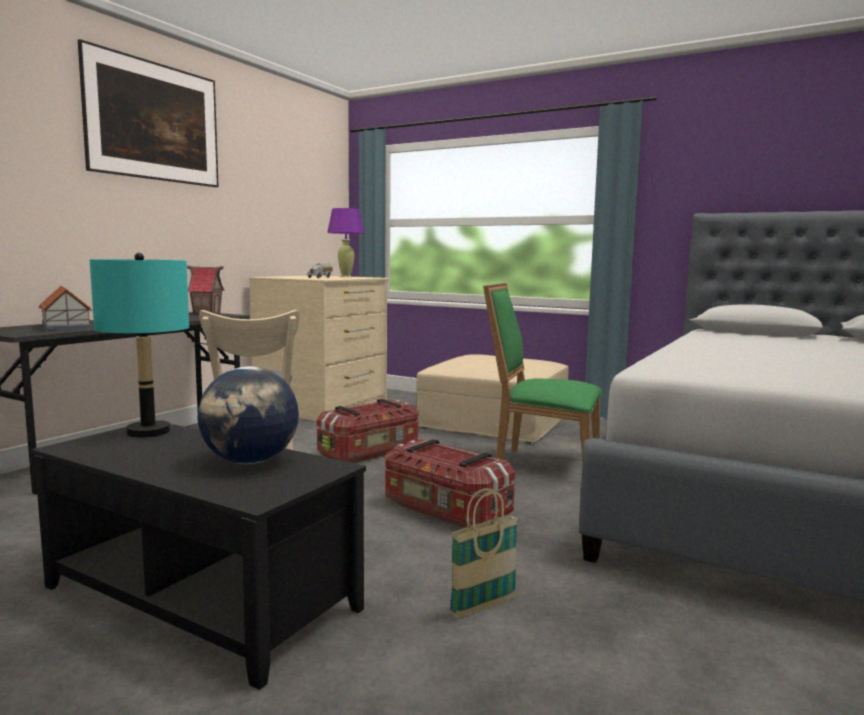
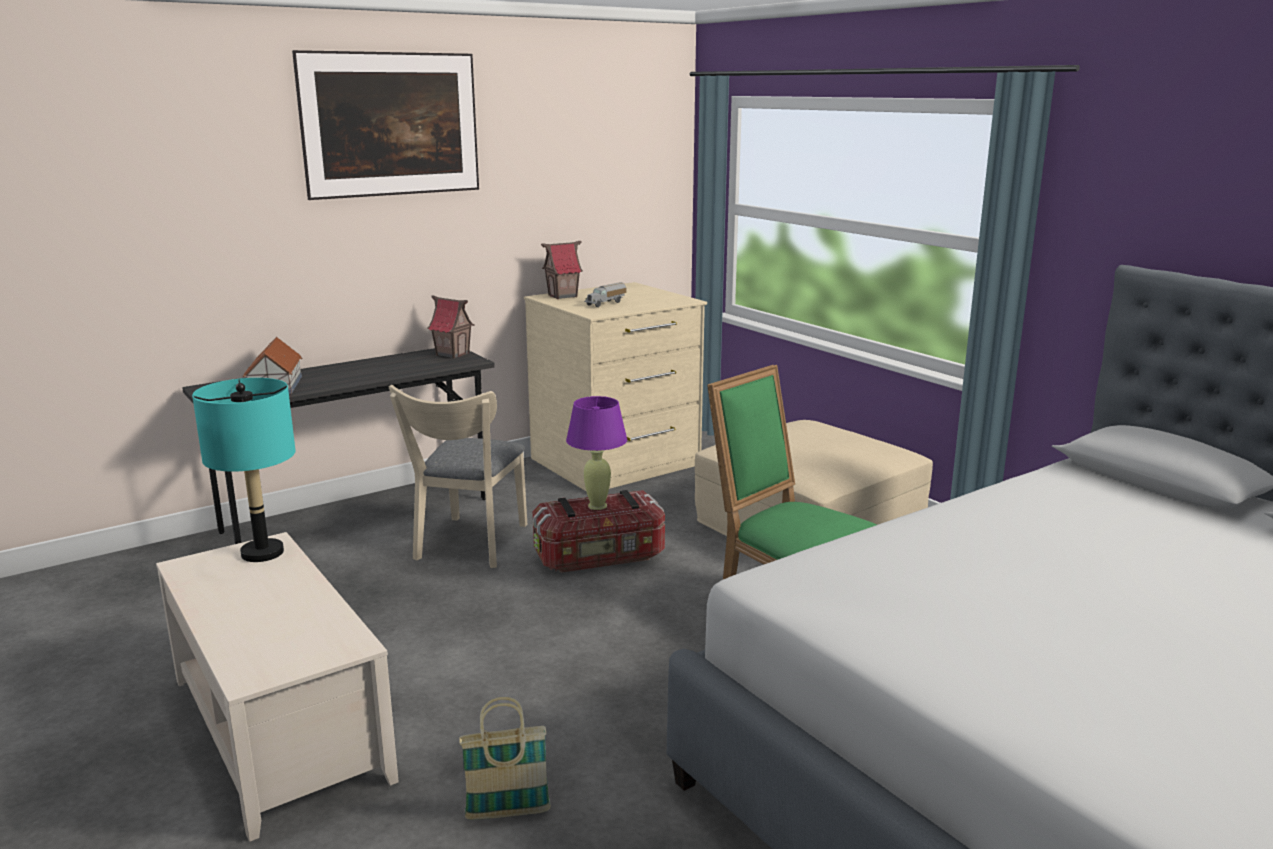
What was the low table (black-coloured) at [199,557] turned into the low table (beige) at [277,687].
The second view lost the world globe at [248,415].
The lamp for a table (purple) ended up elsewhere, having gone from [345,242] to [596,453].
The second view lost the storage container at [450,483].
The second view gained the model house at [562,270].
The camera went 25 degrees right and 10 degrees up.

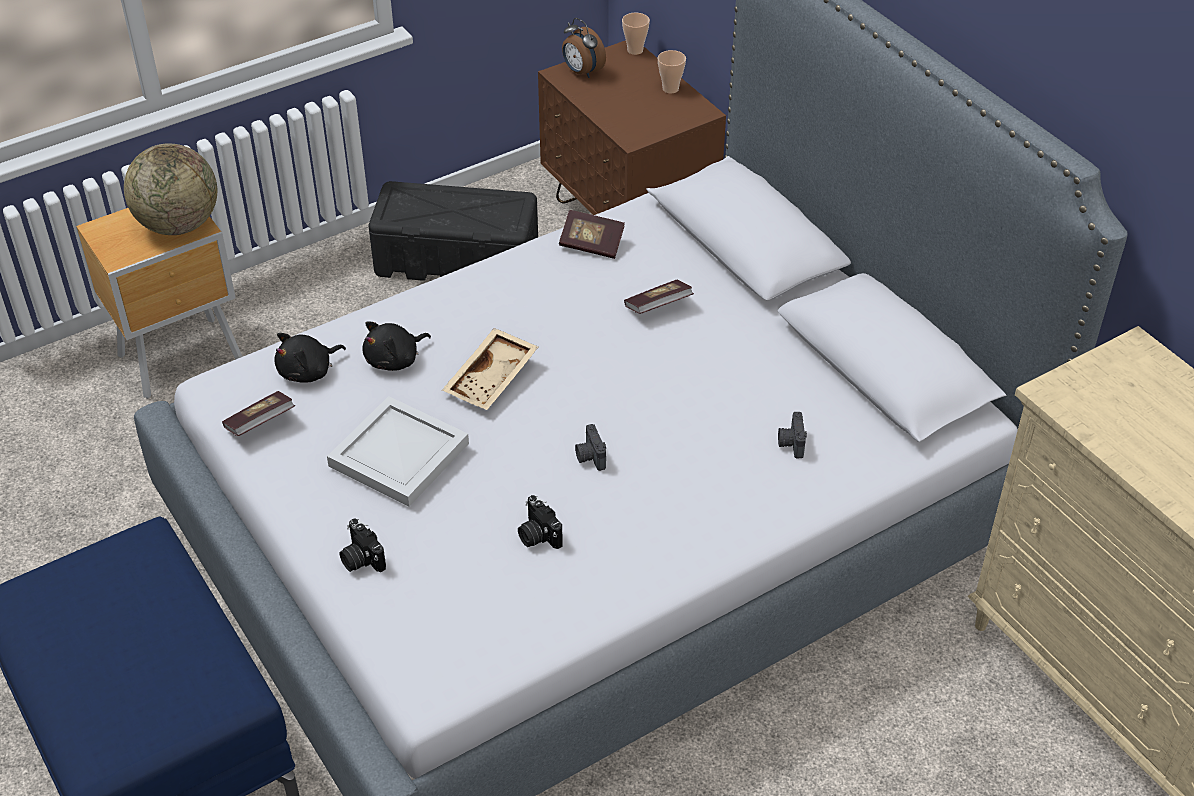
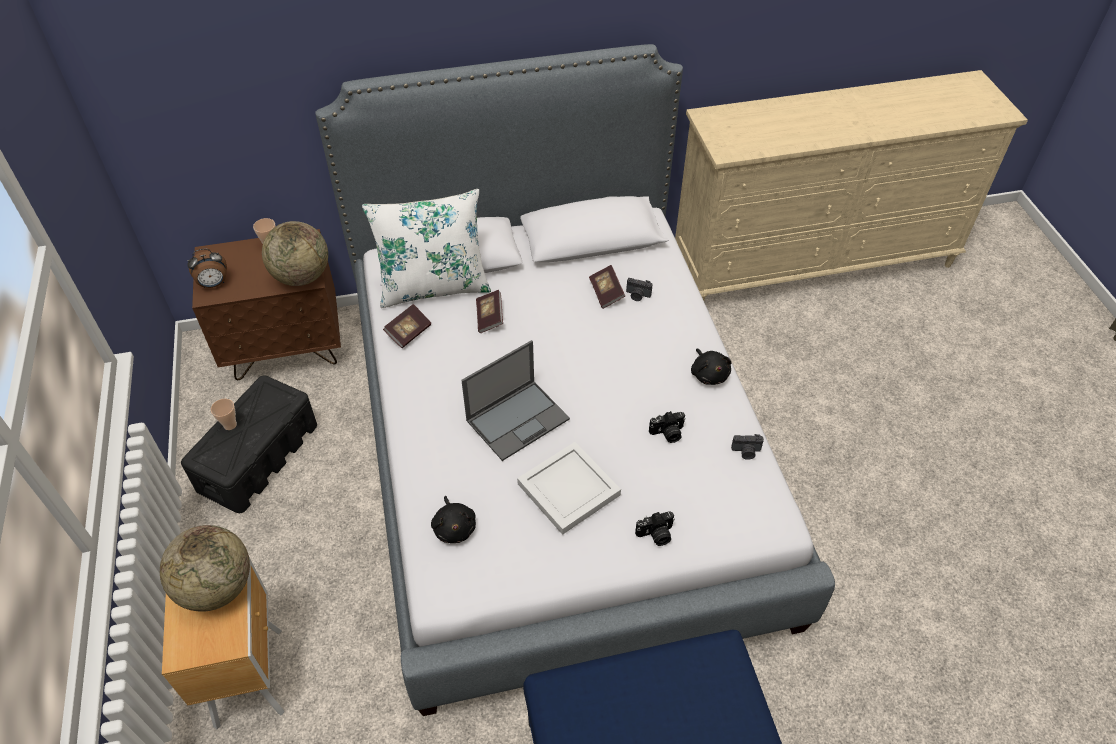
The volume ended up elsewhere, having gone from [258,413] to [607,287].
The cuddly toy (black-coloured) ended up elsewhere, having gone from [396,346] to [711,366].
Where the serving tray (beige) stood at [490,369], the laptop came to stand at [515,400].
The photo camera ended up elsewhere, having gone from [590,447] to [747,447].
The cup ended up elsewhere, having gone from [636,34] to [224,414].
The second view gained the world globe at [295,253].
The second view gained the pillow (white) at [426,248].
The camera went 70 degrees left and 5 degrees up.

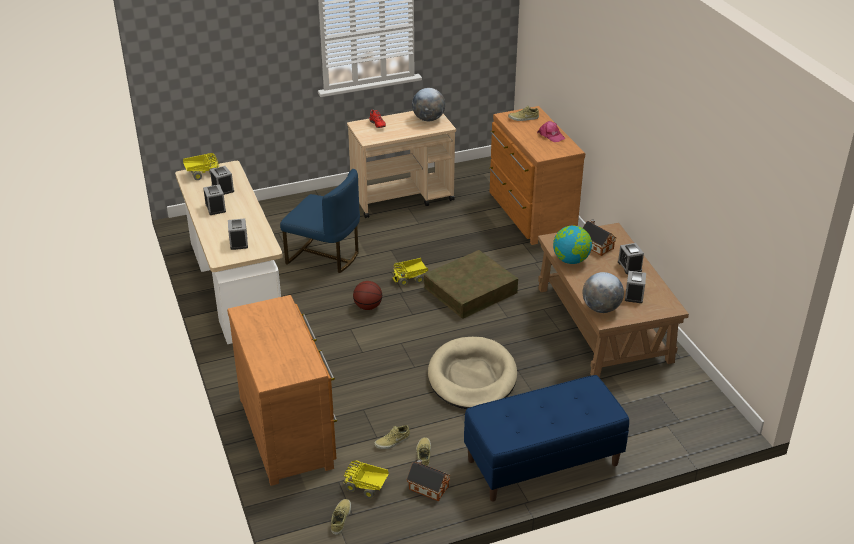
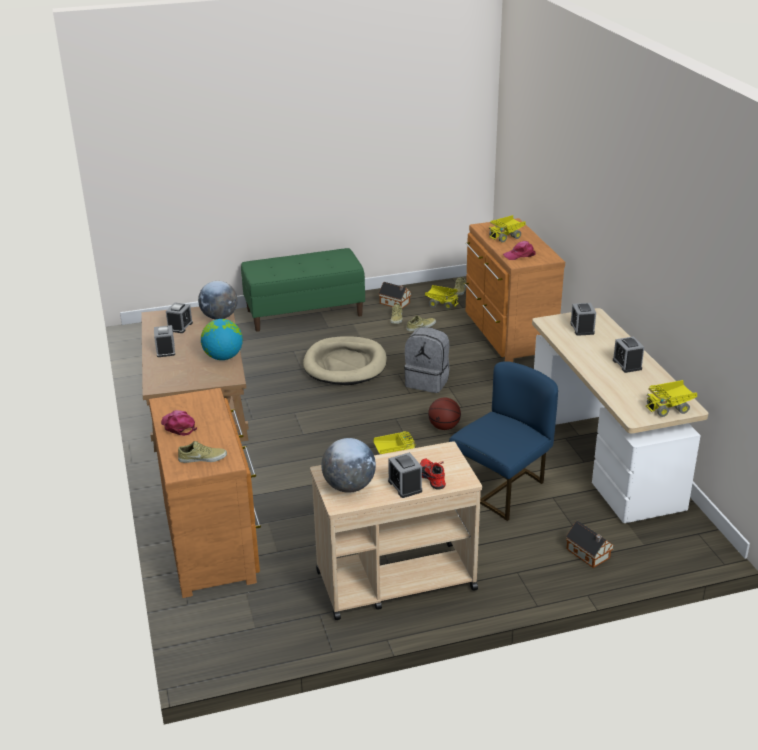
The alarm clock ended up elsewhere, having gone from [222,180] to [405,475].
The chair (blue) at [320,221] ended up facing another way, 105 degrees clockwise from before.
The second view lost the storage container (brown-coloured) at [471,284].
What was the bench (blue) at [546,438] turned into the bench (green-coloured) at [303,290].
The model house ended up elsewhere, having gone from [599,237] to [589,544].
The second view gained the backpack (gray) at [427,360].
The second view gained the toy lorry at [507,229].
The second view gained the cap (pink-coloured) at [519,250].
The camera went 175 degrees left and 5 degrees down.

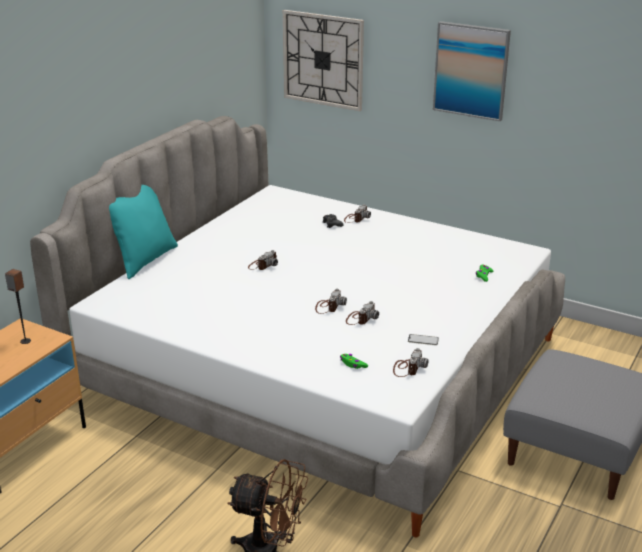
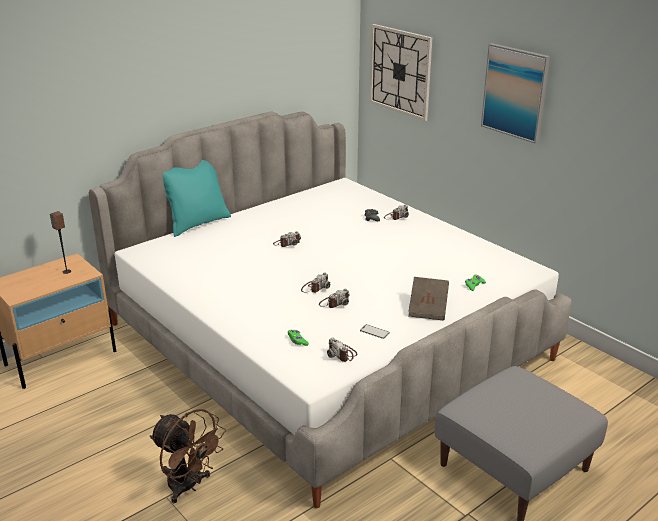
The photo camera at [411,362] ended up facing another way, 105 degrees clockwise from before.
The second view gained the volume (brown-coloured) at [428,298].
The camera went 20 degrees right and 0 degrees up.

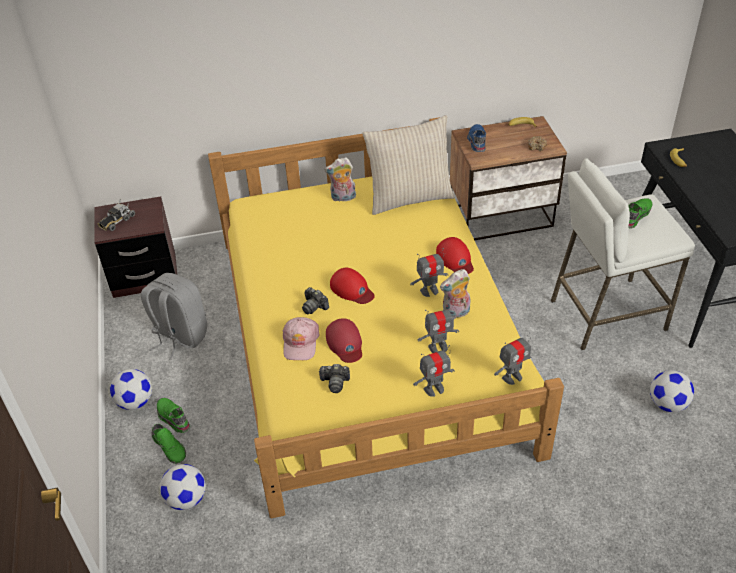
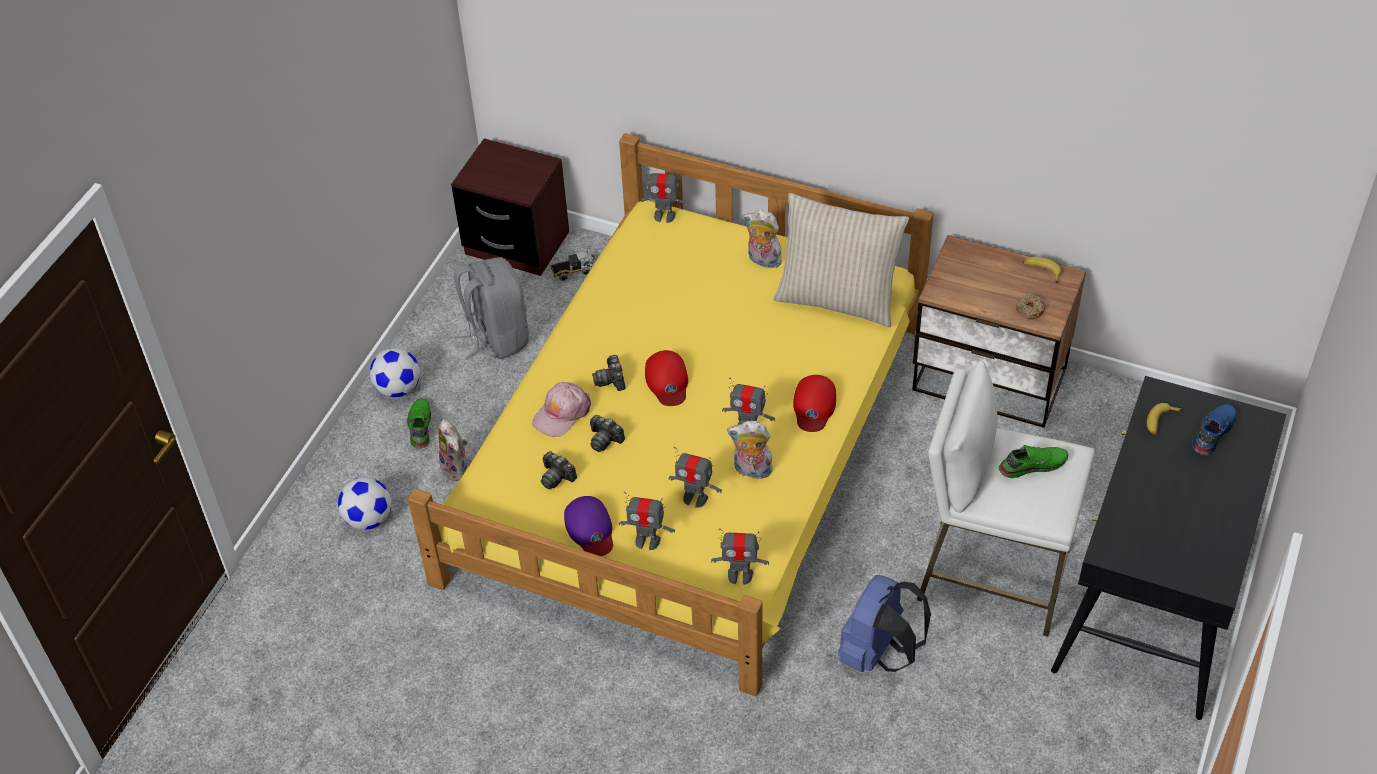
The toy lorry ended up elsewhere, having gone from [116,215] to [573,264].
The second view lost the item of footwear (green-coloured) at [169,444].
Where the cap (reddish) stood at [344,340], the photo camera came to stand at [607,433].
The item of footwear (blue) ended up elsewhere, having gone from [476,138] to [1214,430].
The second view lost the ball for football at [672,391].
The second view gained the cuddly toy at [453,450].
The second view gained the cap (purple) at [588,526].
The second view gained the robot figure at [664,194].
The second view gained the backpack (blue) at [884,623].
The camera went 35 degrees right and 5 degrees up.

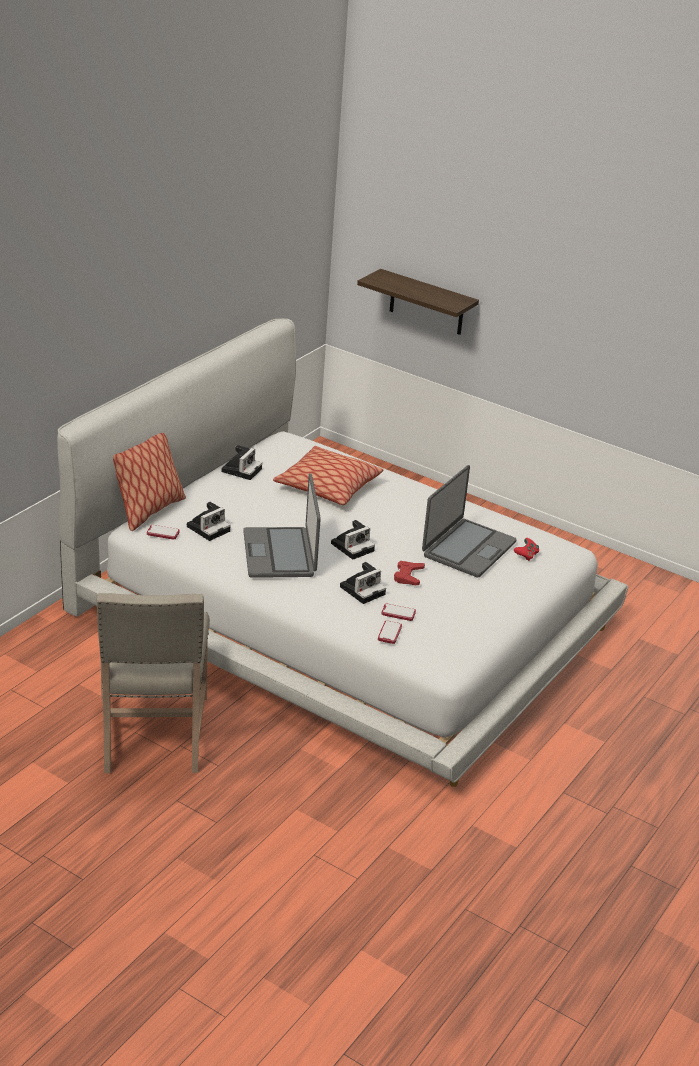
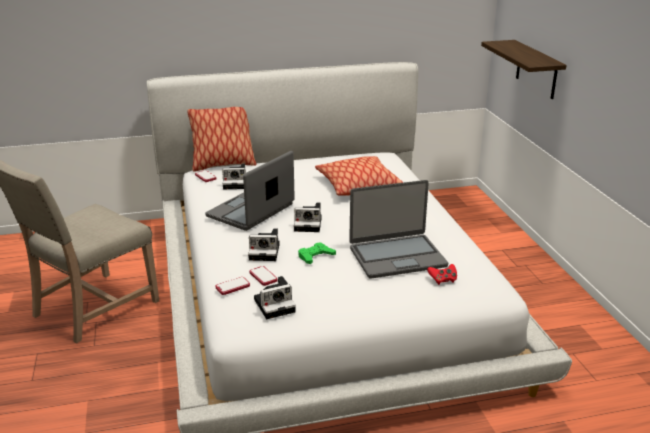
The photo camera ended up elsewhere, having gone from [241,462] to [275,297].
What was the game controller (reddish) at [409,573] turned into the game controller (green-coloured) at [317,253].
The camera went 45 degrees right and 5 degrees down.

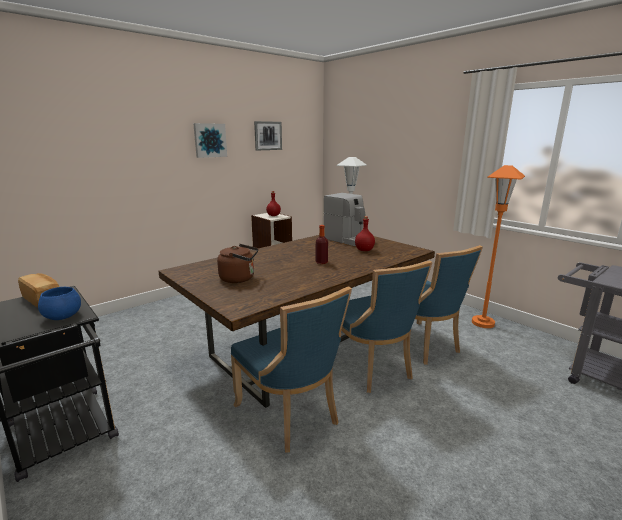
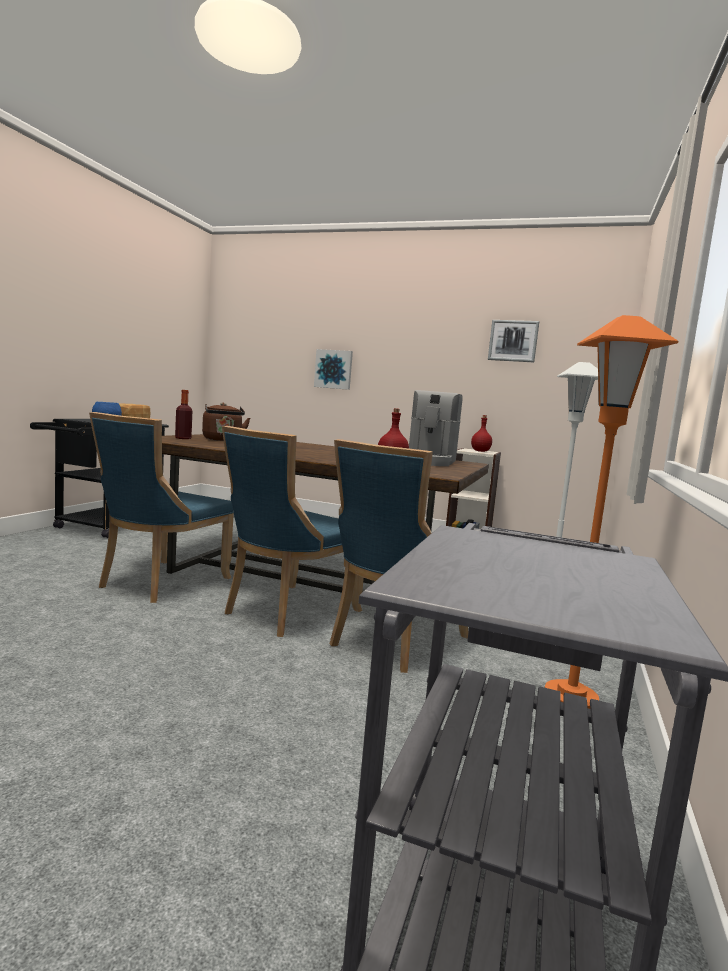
The picture ended up elsewhere, having gone from [210,140] to [333,369].
The beverage bottle ended up elsewhere, having gone from [322,244] to [183,414].
The camera went 60 degrees right and 10 degrees down.

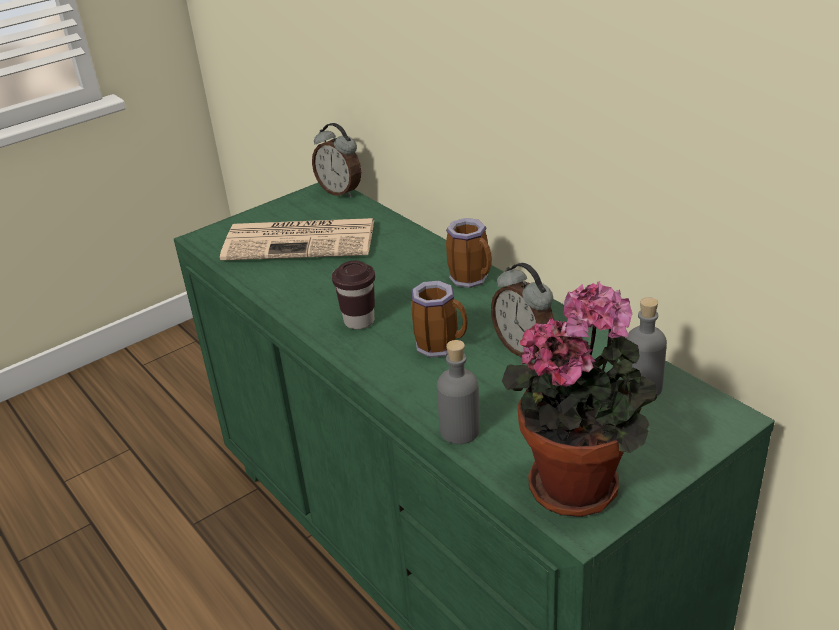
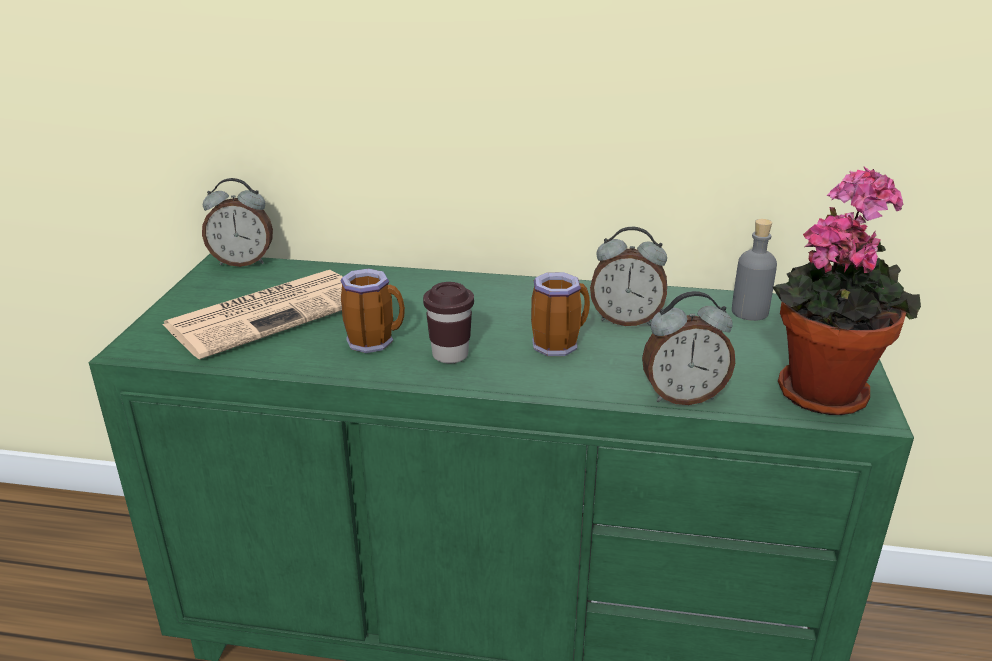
Where the beverage bottle (gray) stood at [458,392], the alarm clock came to stand at [688,348].
The mug ended up elsewhere, having gone from [469,253] to [373,310].
The camera went 45 degrees left and 5 degrees down.

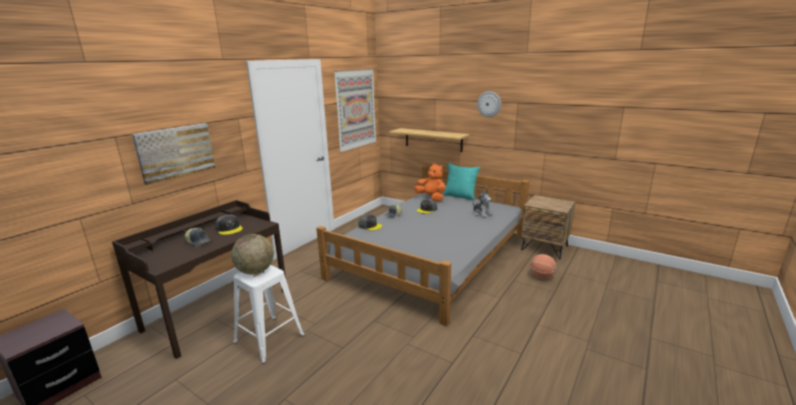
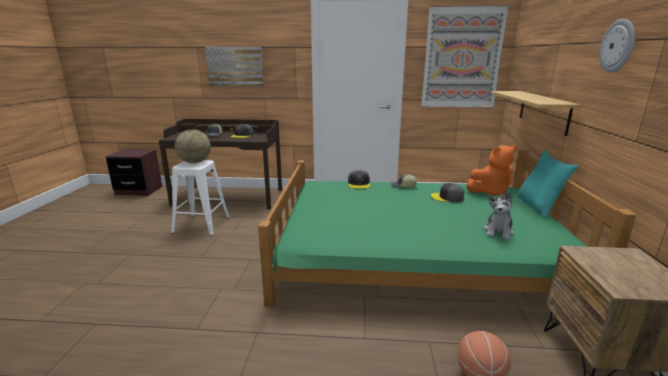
What was the bed (gray) at [422,246] turned into the bed (green-coloured) at [447,228].
The cuddly toy (orange-coloured) at [430,182] ended up facing another way, 60 degrees clockwise from before.
The camera went 60 degrees right and 0 degrees up.

